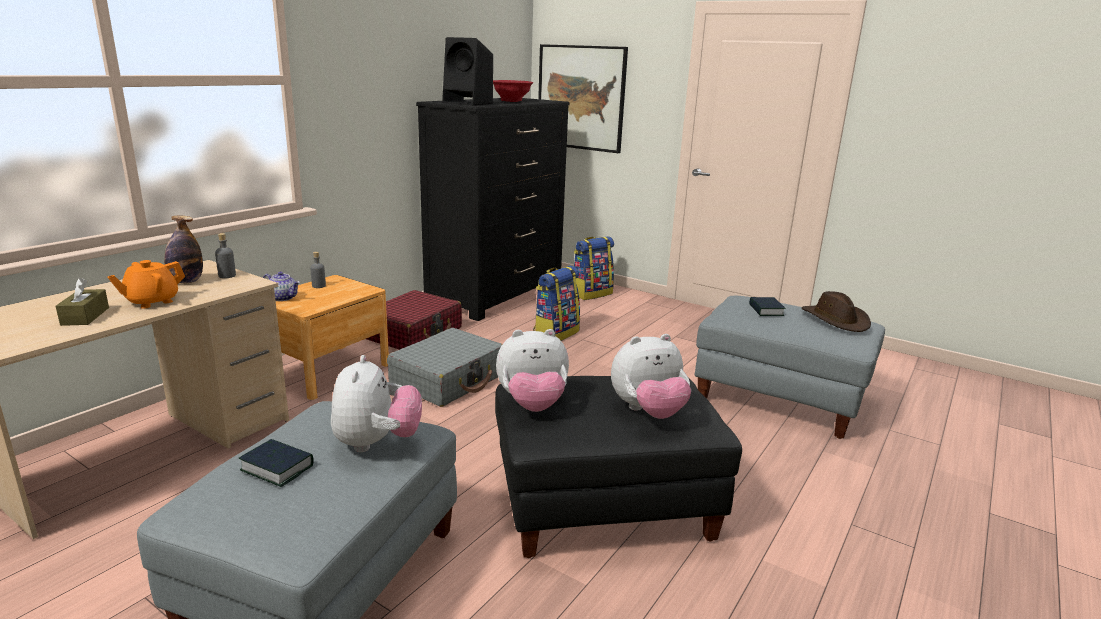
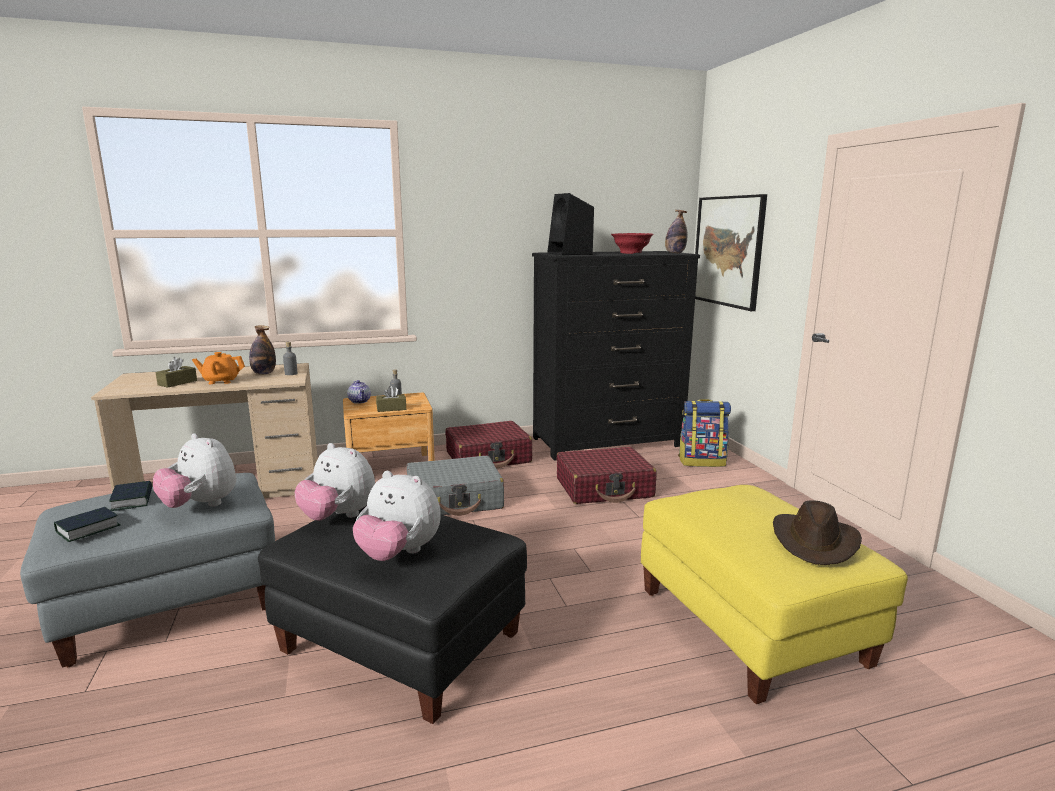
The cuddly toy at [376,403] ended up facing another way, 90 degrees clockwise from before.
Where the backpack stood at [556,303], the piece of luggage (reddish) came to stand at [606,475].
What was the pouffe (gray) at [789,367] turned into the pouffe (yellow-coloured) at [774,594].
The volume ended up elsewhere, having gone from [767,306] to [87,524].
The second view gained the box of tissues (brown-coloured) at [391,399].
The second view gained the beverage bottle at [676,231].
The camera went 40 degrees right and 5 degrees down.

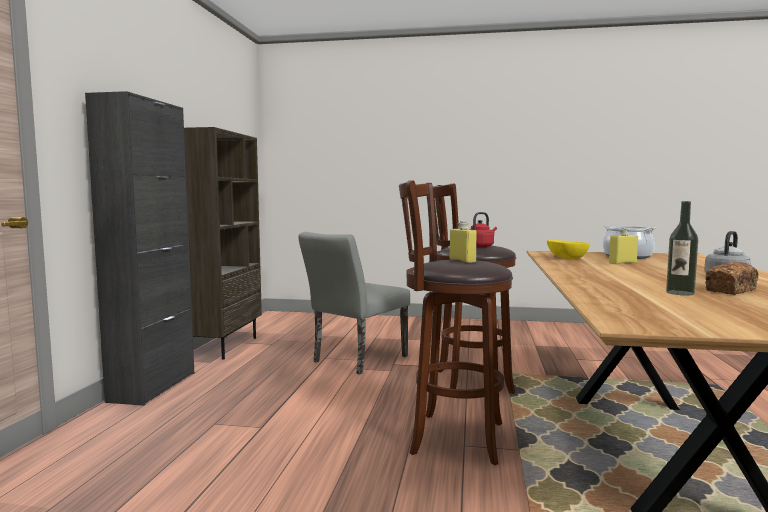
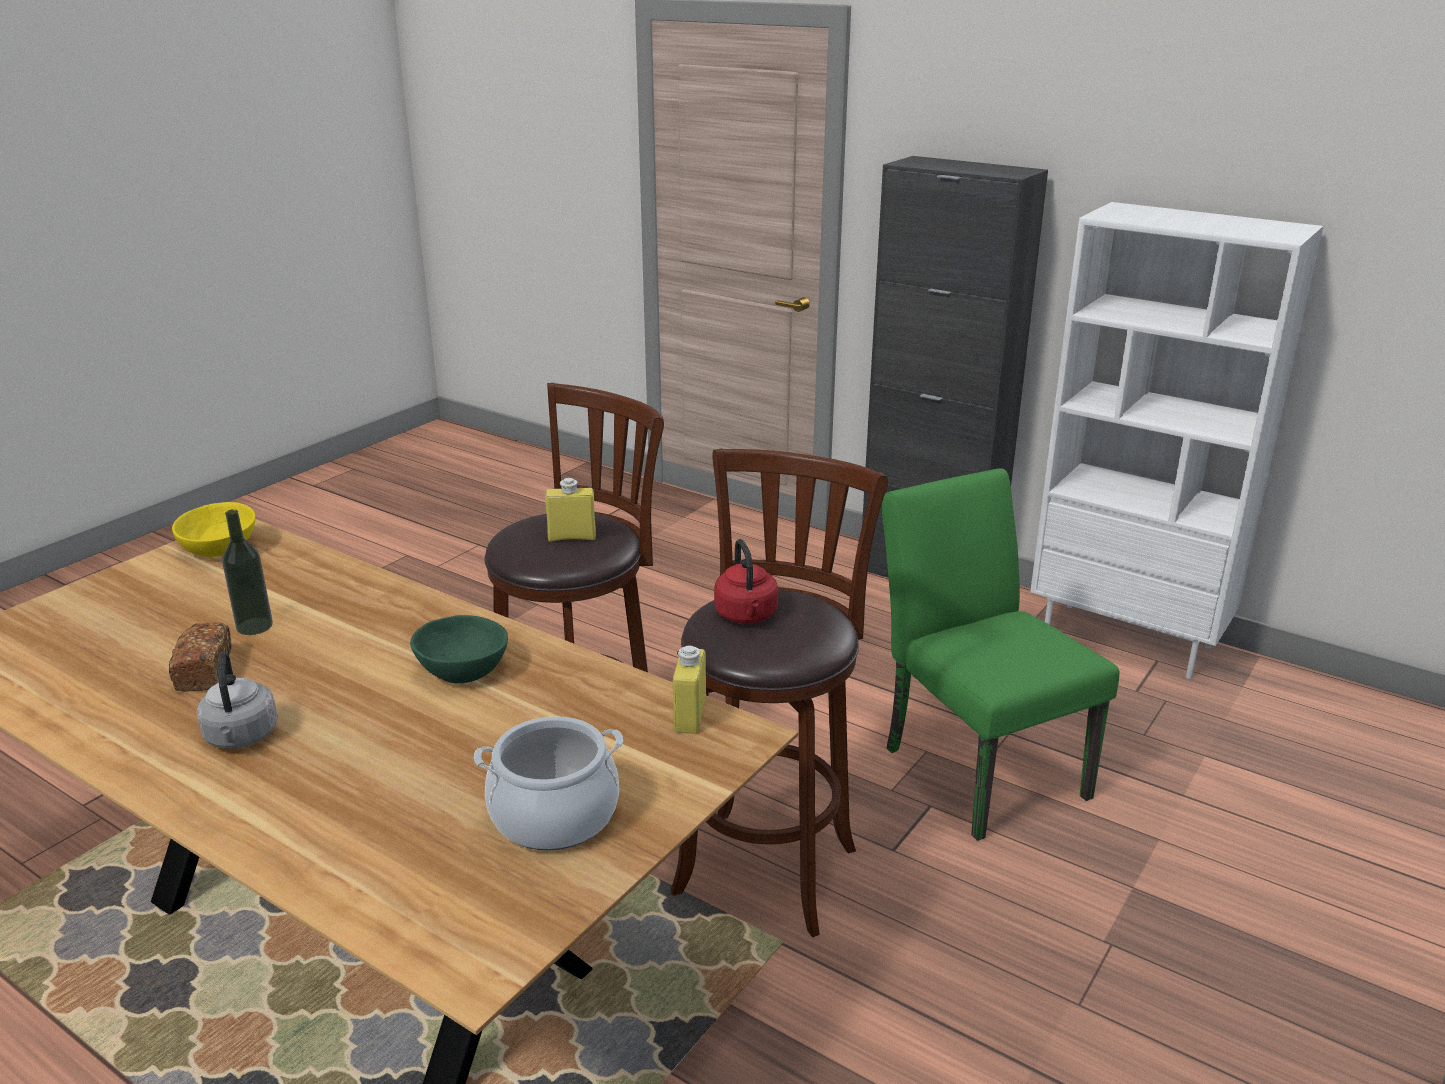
What was the shelving unit (brown-coloured) at [223,243] turned into the shelving unit (white) at [1176,440].
What was the chair (gray) at [354,303] turned into the chair (green-coloured) at [1000,654].
The deep dish (yellow-coloured) ended up elsewhere, having gone from [568,249] to [213,529].
The beverage bottle (yellow-coloured) ended up elsewhere, having gone from [623,246] to [689,690].
The second view gained the deep dish (green-coloured) at [459,649].
The camera went 115 degrees right and 20 degrees up.

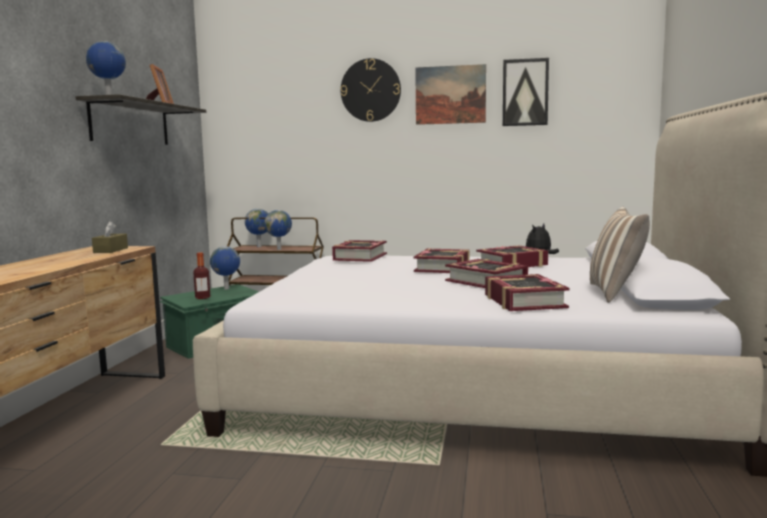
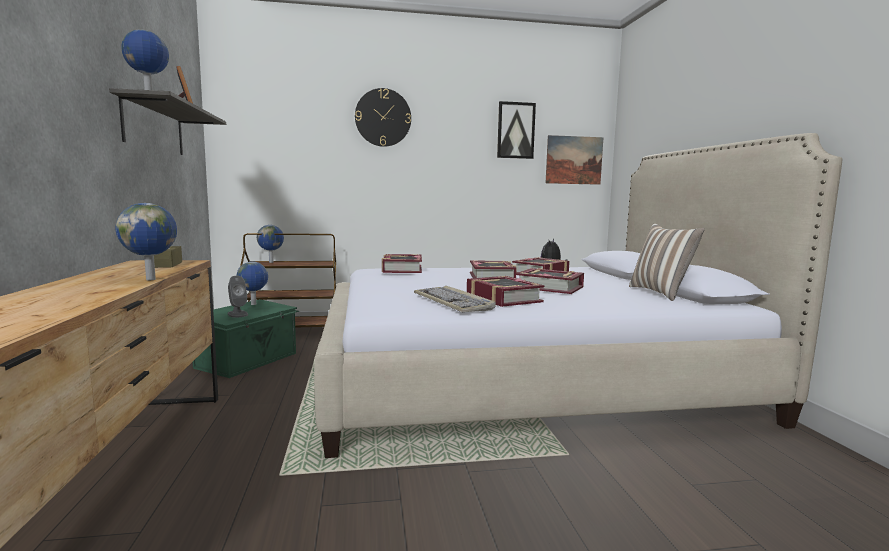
Where the beverage bottle stood at [201,275], the speaker (gray) came to stand at [237,297].
The world globe ended up elsewhere, having gone from [278,230] to [146,241].
The picture ended up elsewhere, having gone from [450,94] to [575,160].
The volume ended up elsewhere, having gone from [527,292] to [505,291].
The second view gained the computer keyboard at [455,299].
The camera went 20 degrees left and 0 degrees up.

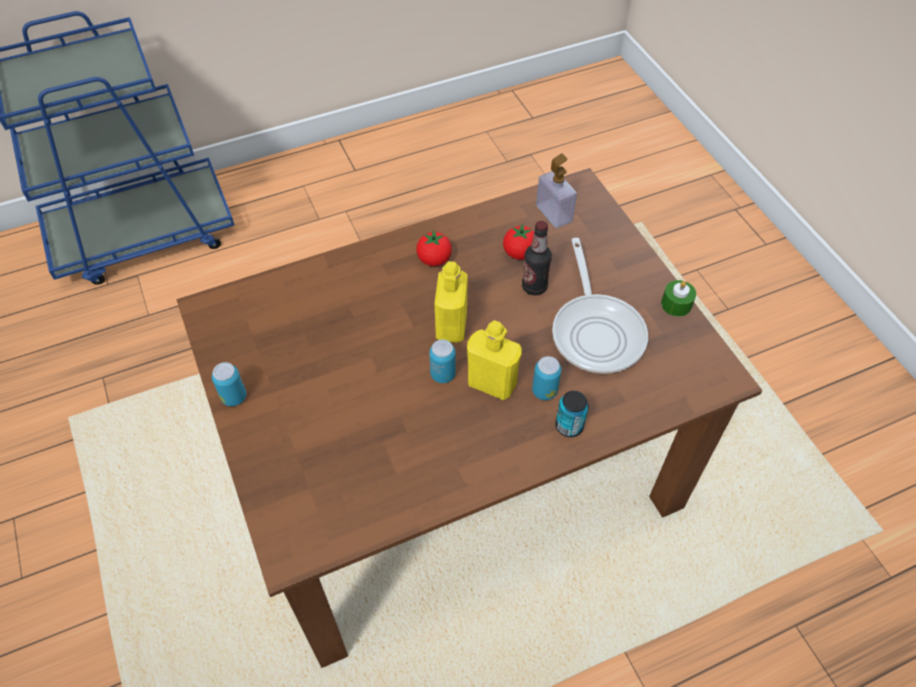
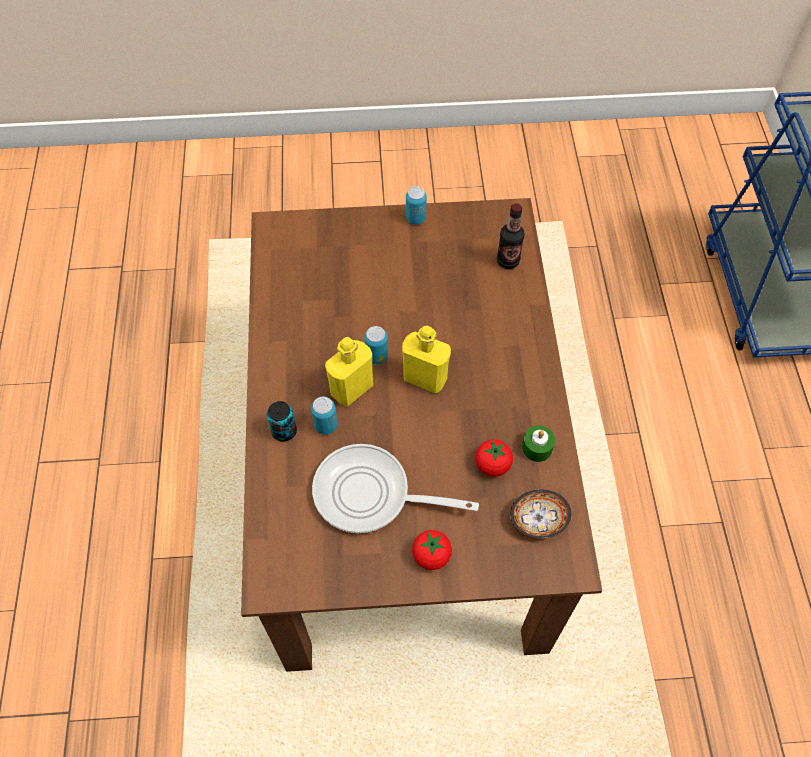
The whole tomato ended up elsewhere, having gone from [434,248] to [432,550].
The beverage bottle ended up elsewhere, having gone from [537,258] to [511,236].
Where the liquid soap bottle stood at [556,190], the deep dish came to stand at [540,514].
The candle (green-coloured) ended up elsewhere, having gone from [678,298] to [538,443].
The camera went 110 degrees right and 5 degrees up.

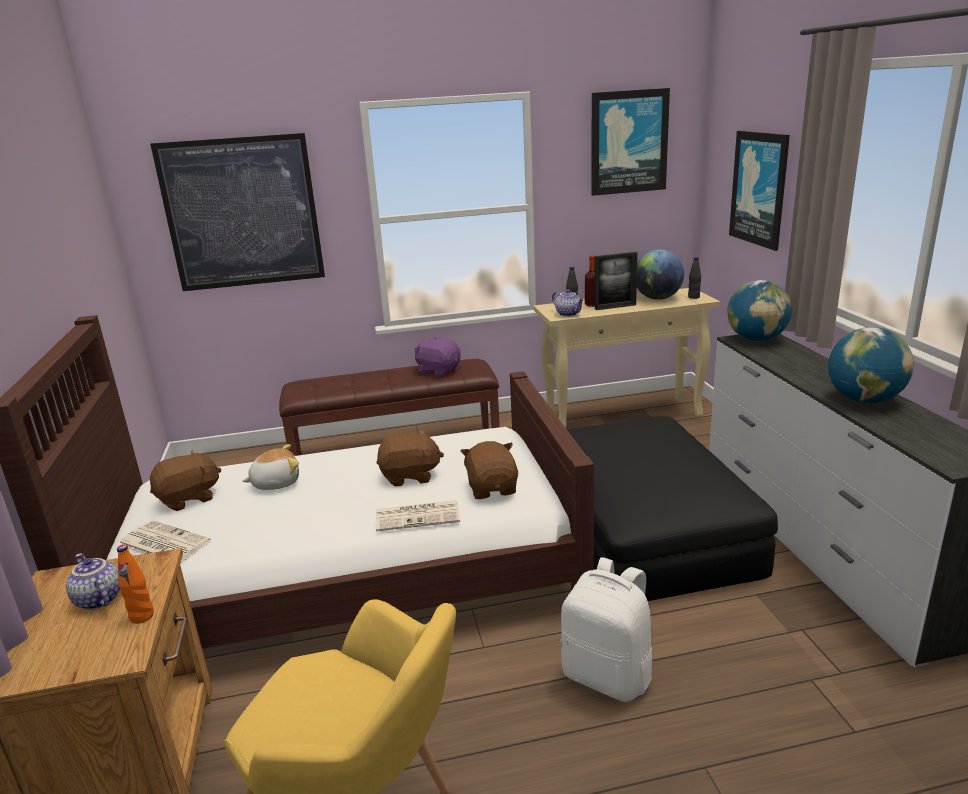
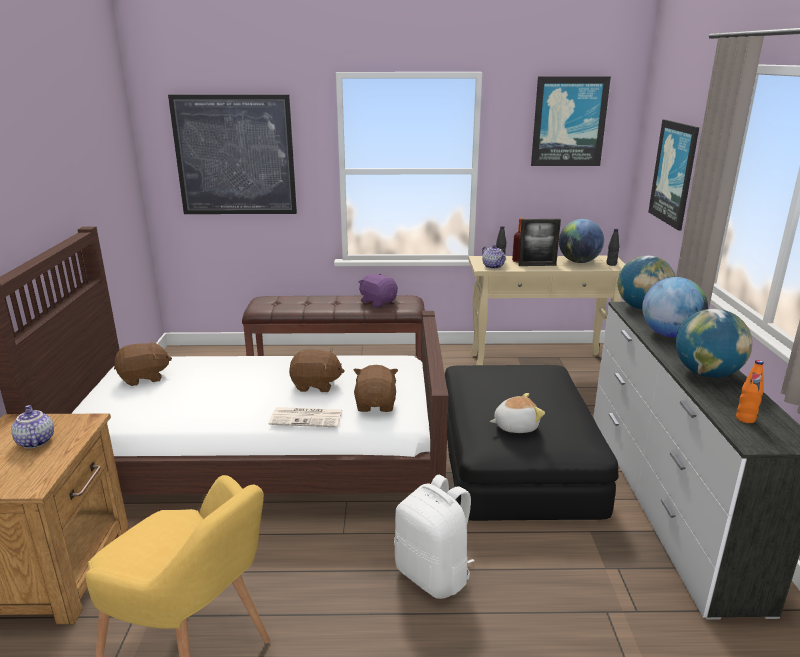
The beverage bottle (orange-coloured) ended up elsewhere, having gone from [135,584] to [750,391].
The second view lost the printed paper at [164,541].
The cuddly toy ended up elsewhere, having gone from [270,467] to [517,413].
The second view gained the world globe at [675,307].
The camera went 10 degrees right and 0 degrees up.

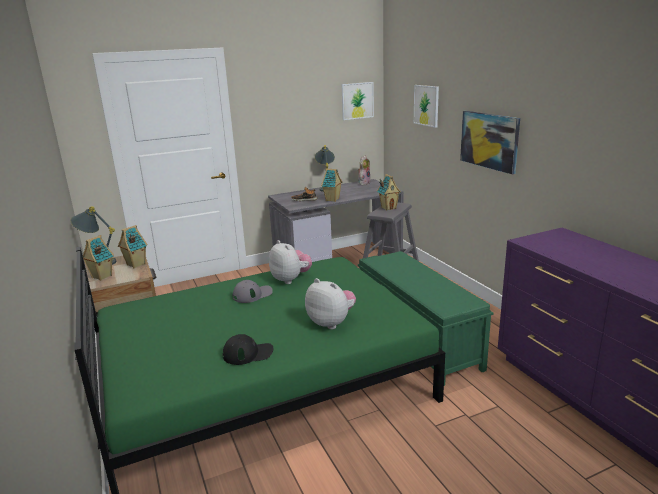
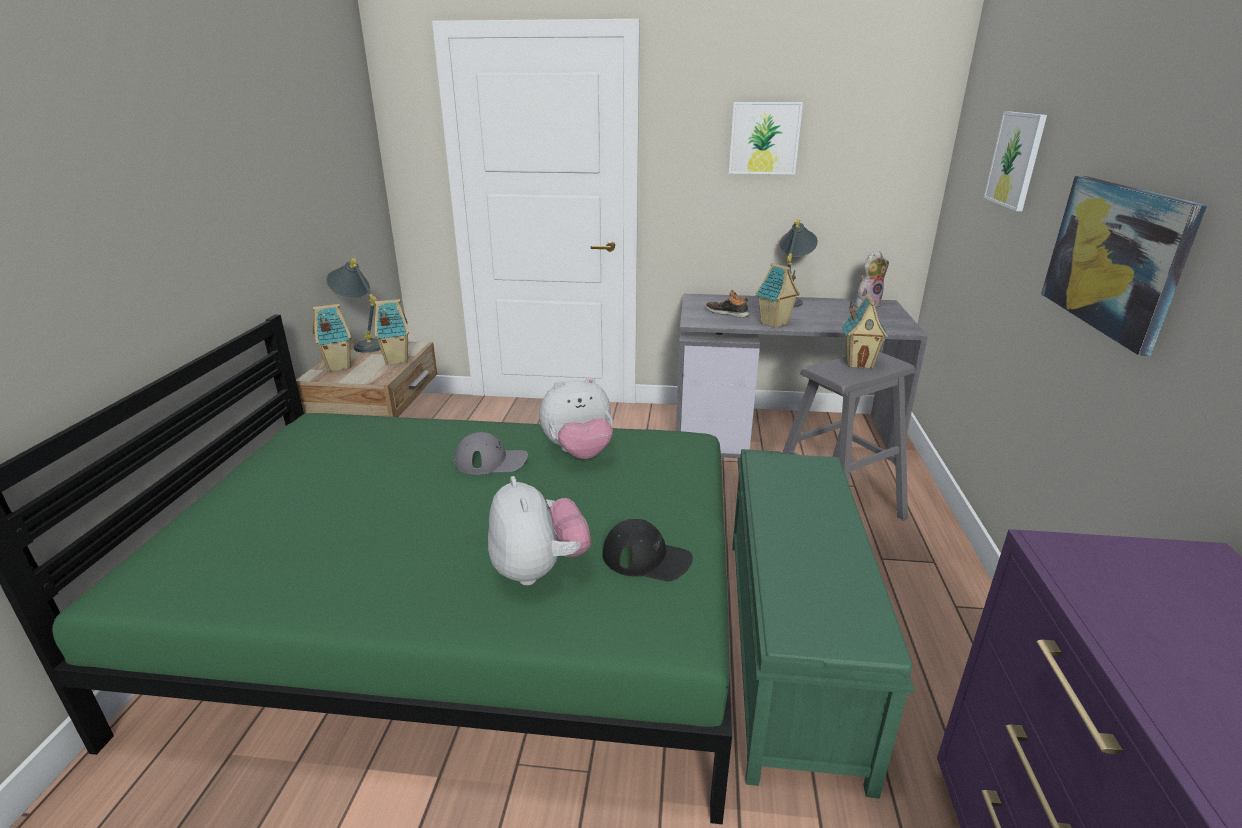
The cap (black-coloured) ended up elsewhere, having gone from [247,349] to [648,550].
The cuddly toy at [290,262] ended up facing another way, 75 degrees clockwise from before.
The picture ended up elsewhere, having gone from [358,101] to [766,138].
The camera went 30 degrees right and 5 degrees up.

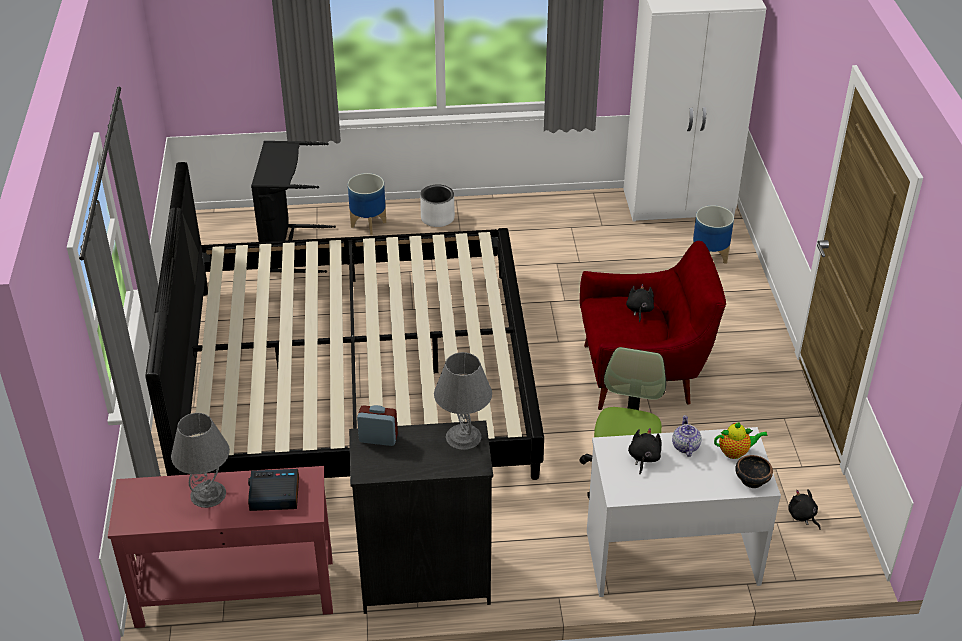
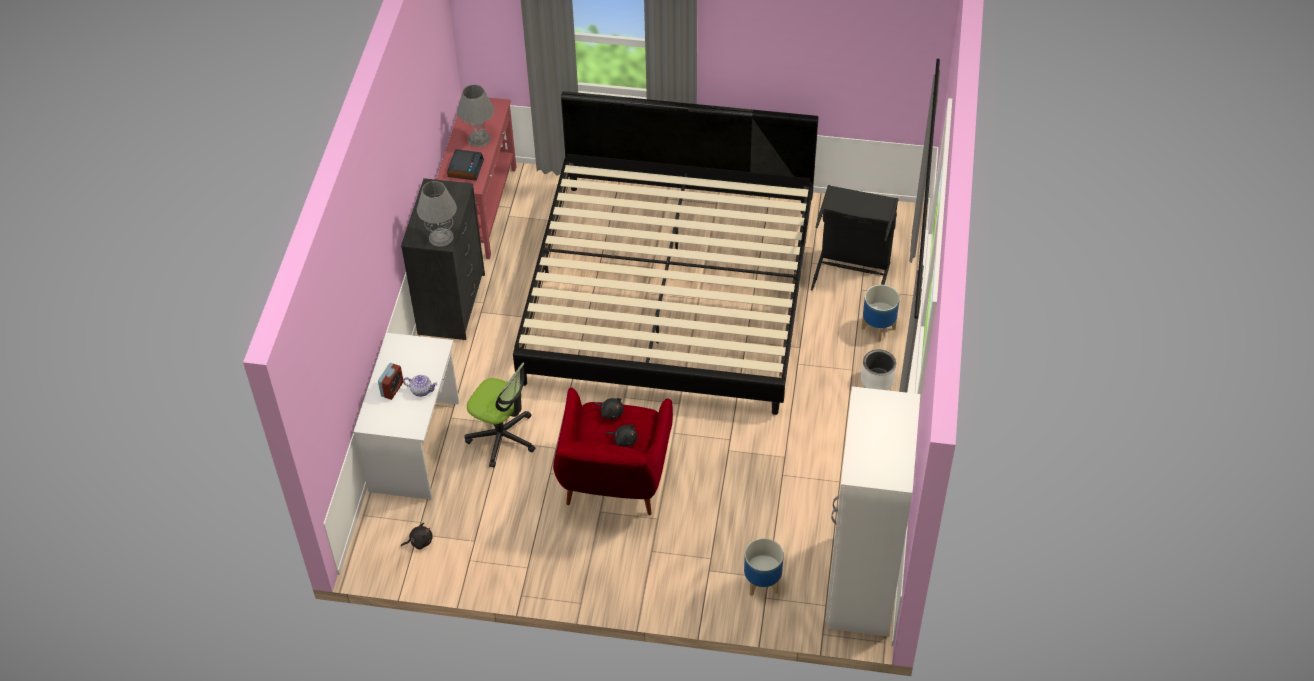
The alarm clock ended up elsewhere, having gone from [377,425] to [390,381].
The cuddly toy (black-coloured) ended up elsewhere, having gone from [645,451] to [609,408].
The second view lost the teapot at [741,440].
The second view lost the deep dish at [754,471].
The camera went 105 degrees right and 10 degrees up.

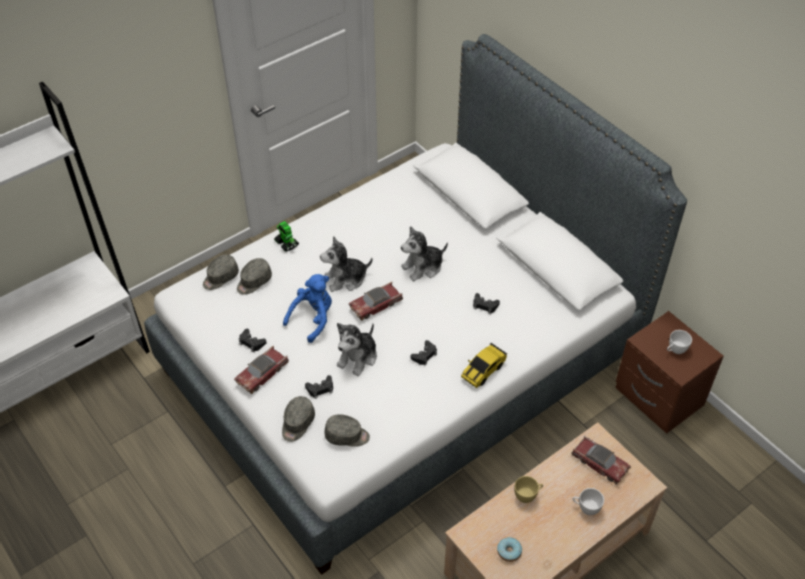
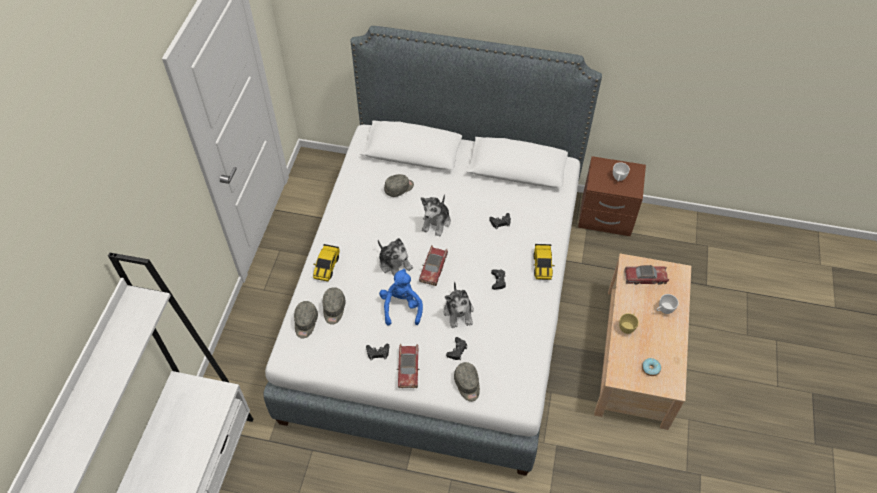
Where the robot figure stood at [286,236], the miniature car came to stand at [326,263].
The cuddly toy at [346,264] ended up facing another way, 75 degrees counterclockwise from before.
The cap (gray) ended up elsewhere, having gone from [347,430] to [399,185].
The camera went 40 degrees left and 5 degrees up.

